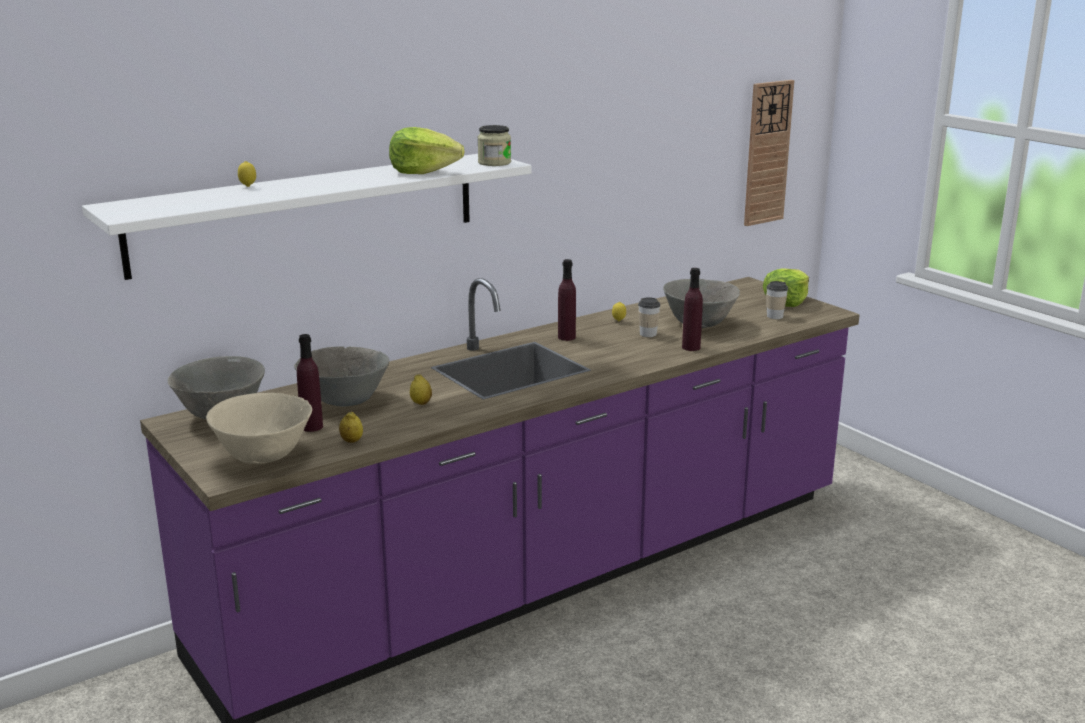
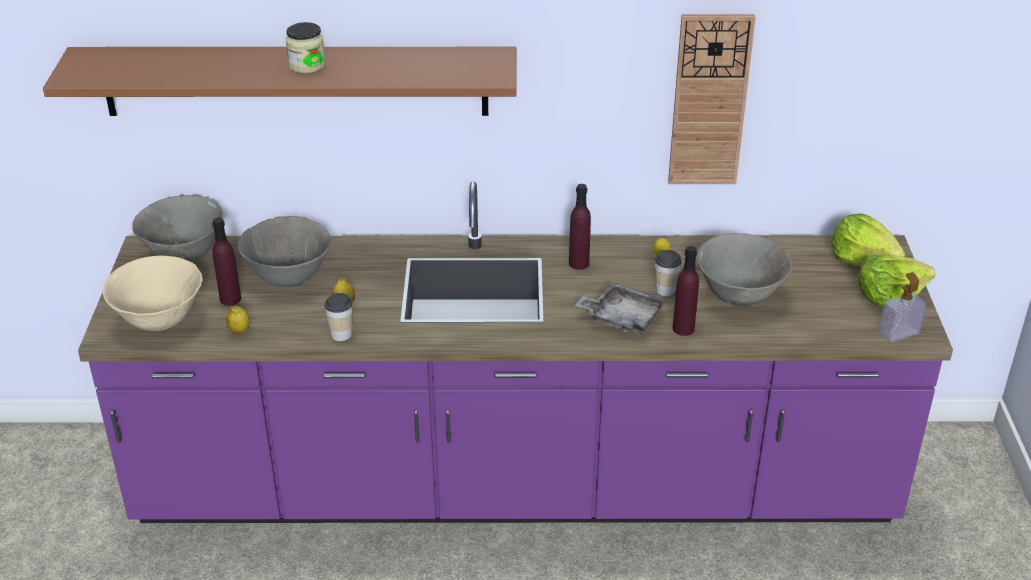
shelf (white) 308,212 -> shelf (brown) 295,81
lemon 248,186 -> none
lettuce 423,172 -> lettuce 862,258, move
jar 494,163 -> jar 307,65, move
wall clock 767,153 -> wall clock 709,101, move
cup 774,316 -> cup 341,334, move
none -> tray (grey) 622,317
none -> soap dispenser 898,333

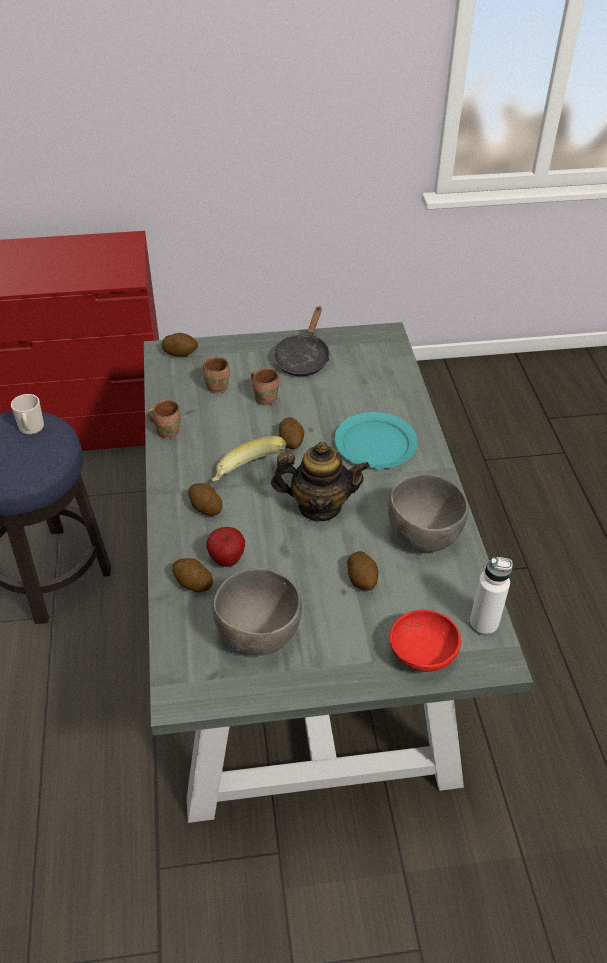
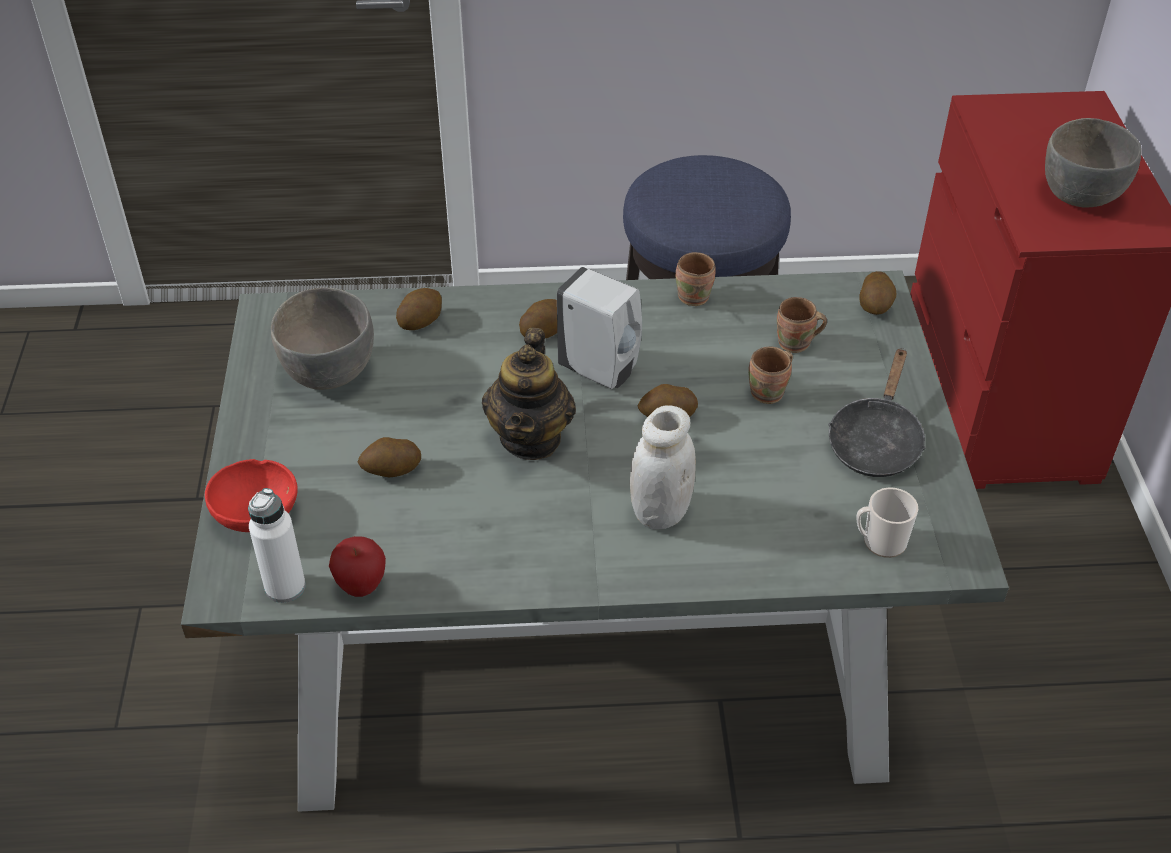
mug 31,428 -> mug 879,542, move
apple 227,560 -> apple 361,586, move
banana 248,475 -> soap dispenser (white) 601,371
frying pan (black) 303,358 -> frying pan (black) 876,441, 90 degrees counterclockwise
plate (turquoise) 376,443 -> jar (white) 660,512
bowl (grey) 423,536 -> bowl (grey) 1081,195, move

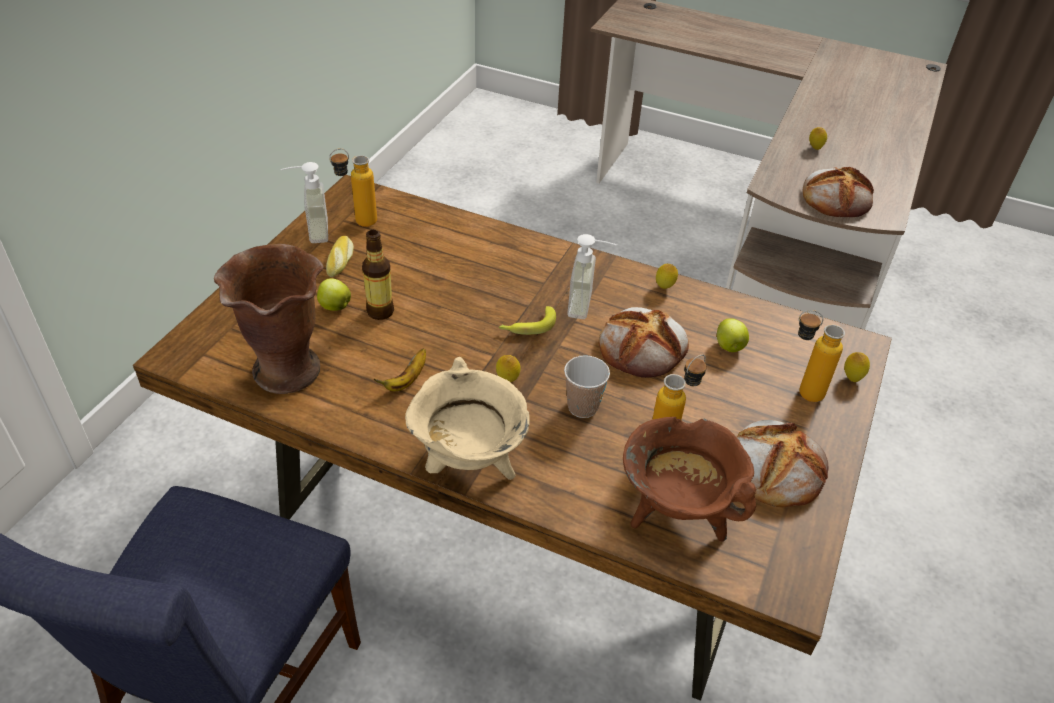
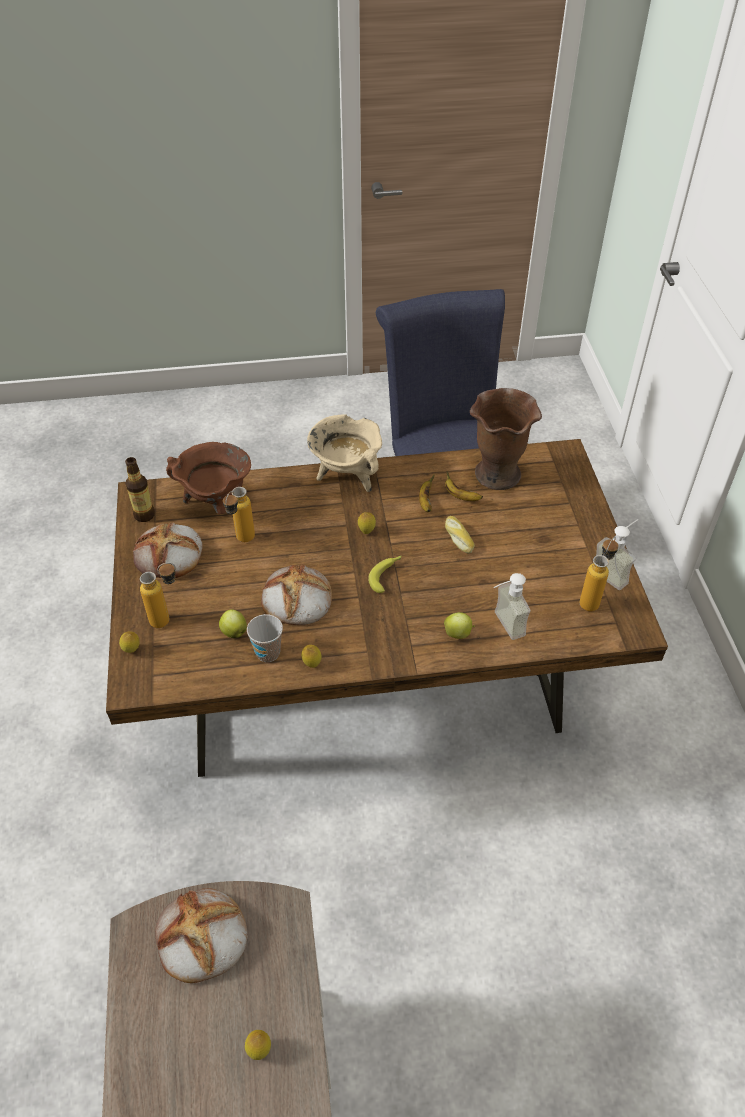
apple 334,306 -> apple 458,633, move
bread 341,261 -> bread 457,538, move
bottle 380,311 -> bottle 144,515, move
cup 582,407 -> cup 268,653, move
soap dispenser 589,305 -> soap dispenser 502,626, move
none -> banana 460,496

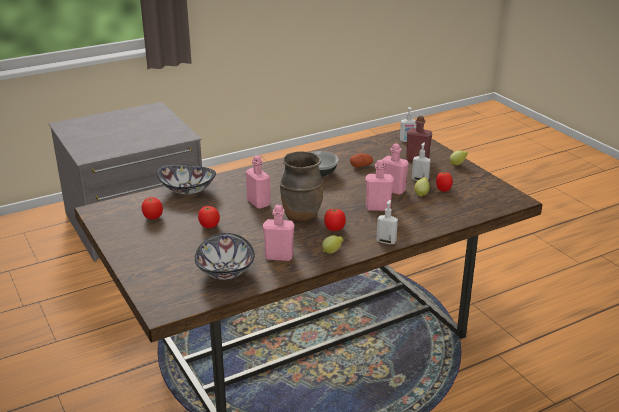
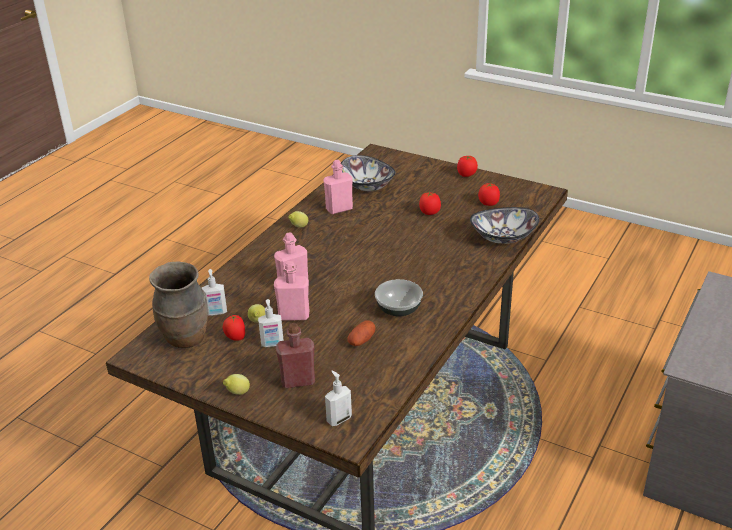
bottle (pink) 258,203 -> none
vase (brown) 301,216 -> vase (brown) 186,339, move
tomato 334,228 -> tomato 466,174, move
soap dispenser 386,241 -> soap dispenser 216,313, move

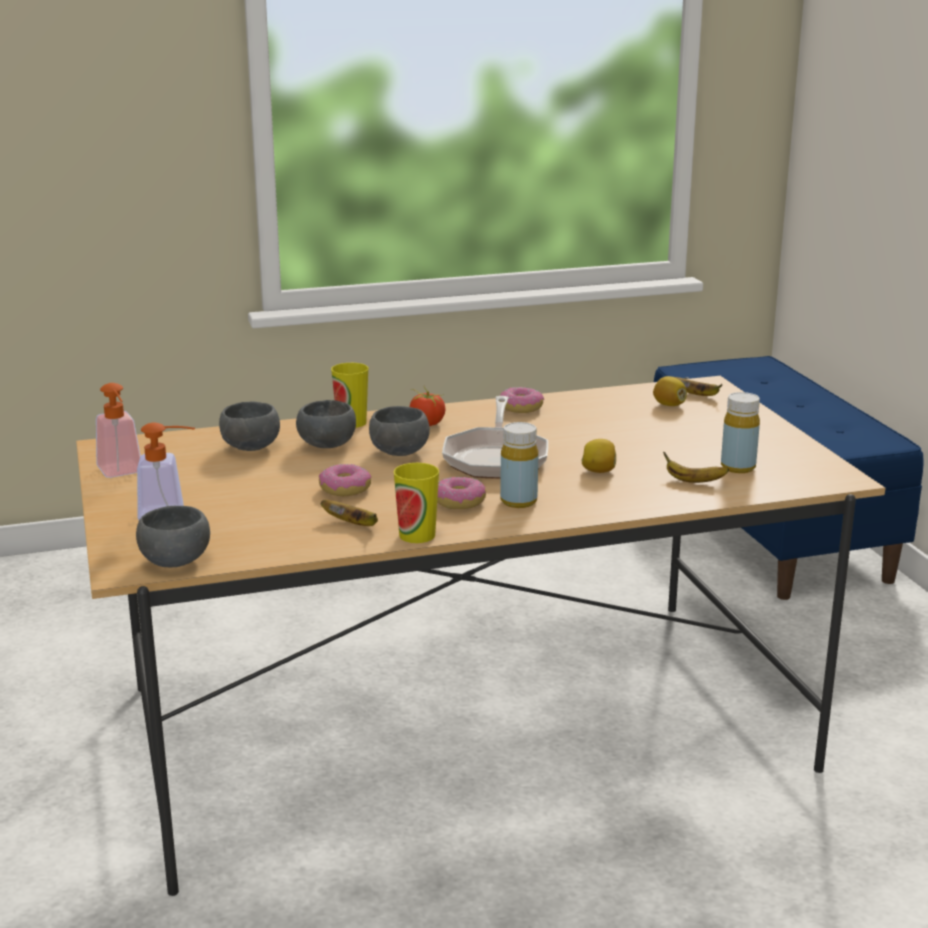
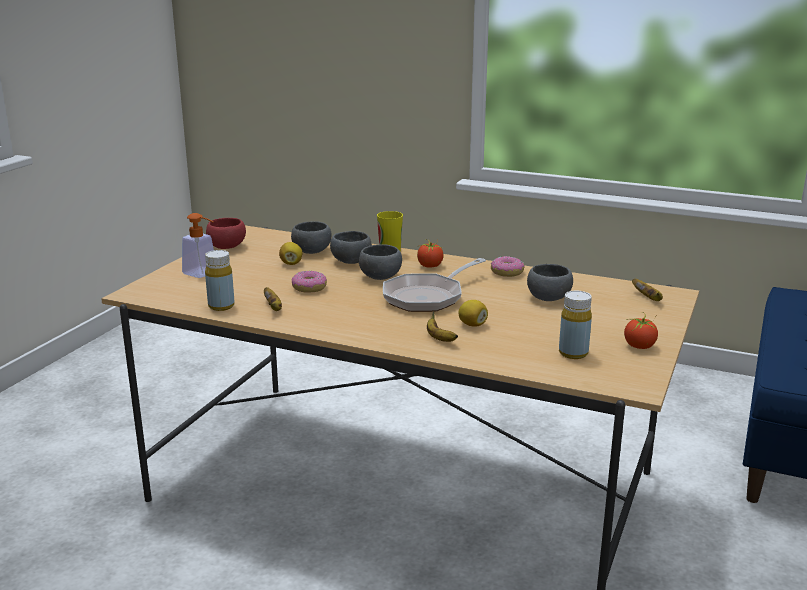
soap dispenser 122,473 -> bowl (red) 228,246
bowl (grey) 176,560 -> bowl (grey) 549,298, move
cup 417,535 -> none
donut 459,502 -> none
bottle (yellow) 518,501 -> bottle (yellow) 221,306, move
lemon 669,405 -> lemon 291,263, move
banana 693,481 -> banana 439,338, move
none -> tomato 639,346

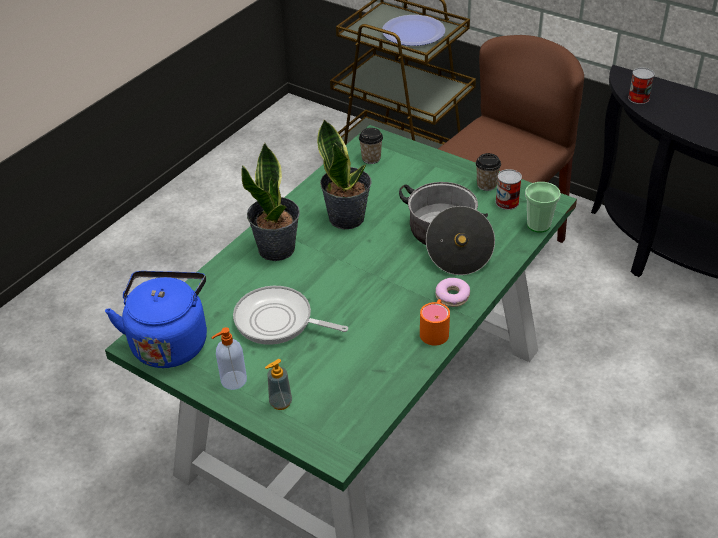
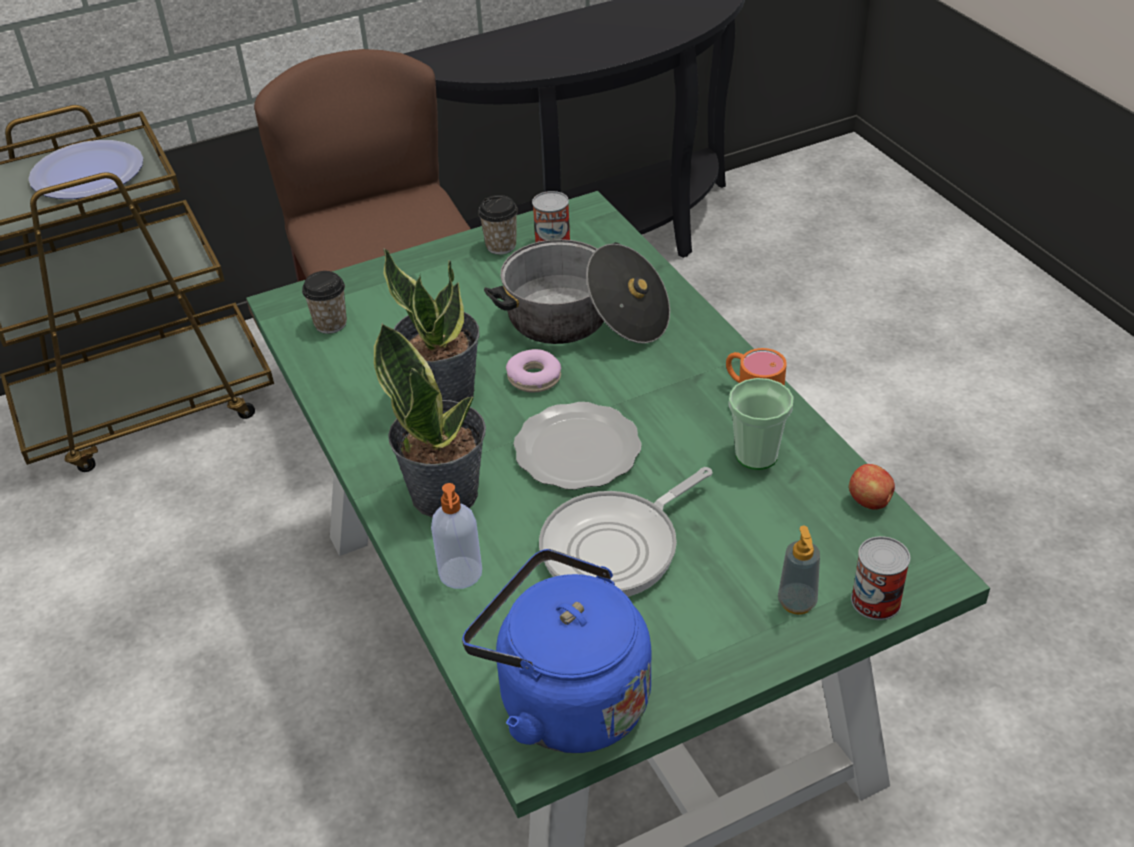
soap dispenser 233,381 -> soap dispenser 460,574, move
donut 452,296 -> donut 534,378, move
cup 538,225 -> cup 756,455, move
can 638,98 -> can 876,601, move
none -> plate 576,451
none -> apple 870,502

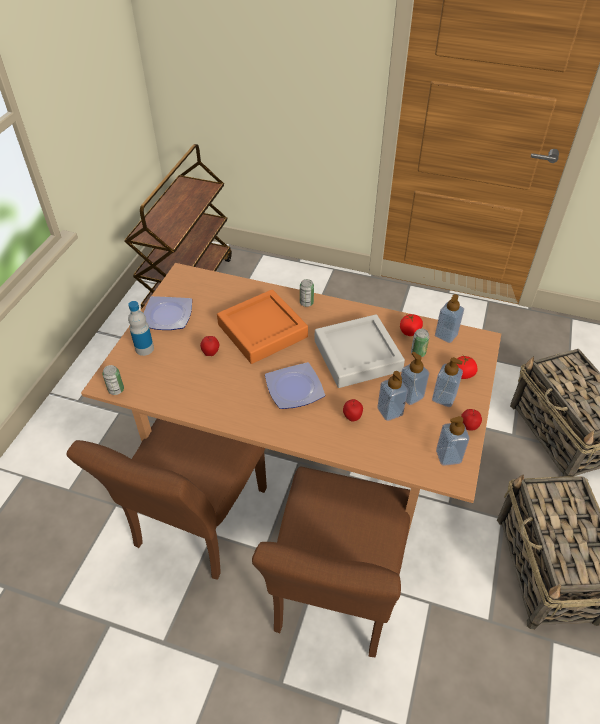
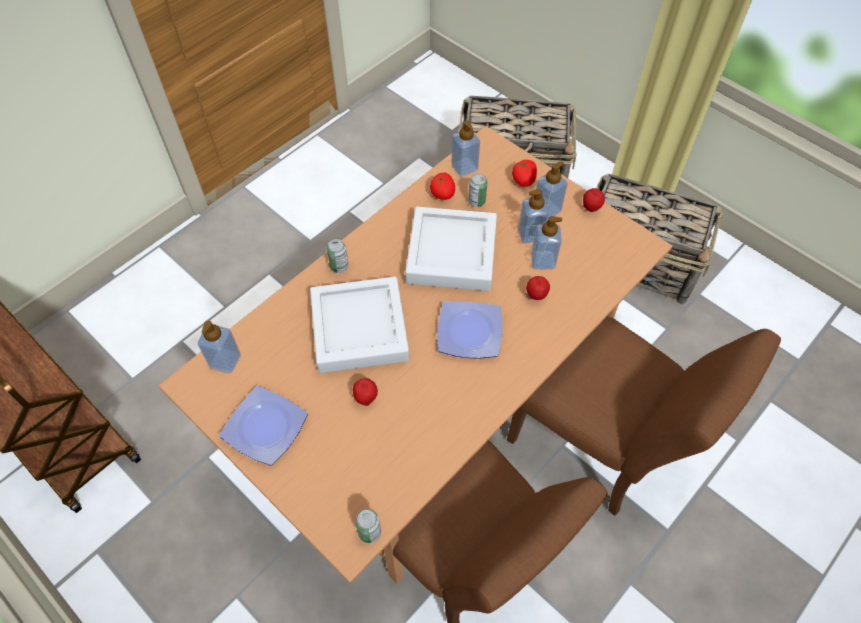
bottle 144,349 -> none
tray (orange) 262,331 -> tray (grey) 359,329
soap dispenser 448,456 -> soap dispenser 225,361, move

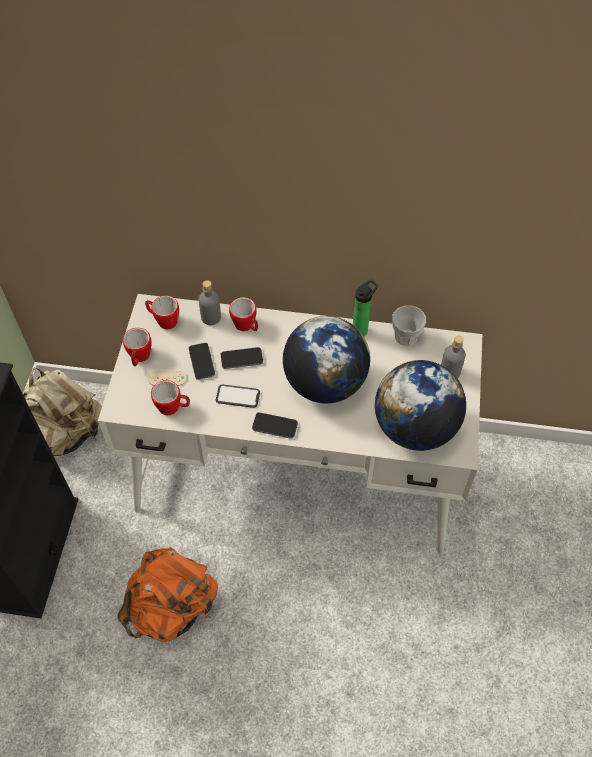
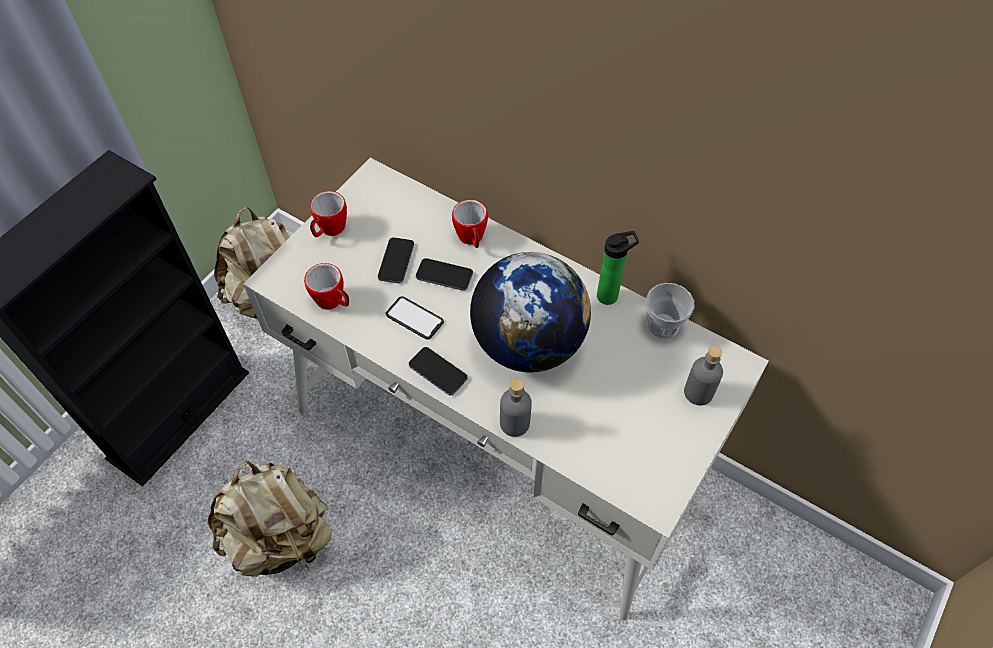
backpack (orange) 171,607 -> backpack (beige) 280,538
mug 164,320 -> none
game controller (beige) 167,378 -> none
bottle (grey) 211,317 -> bottle (grey) 514,423, move
globe 414,428 -> none

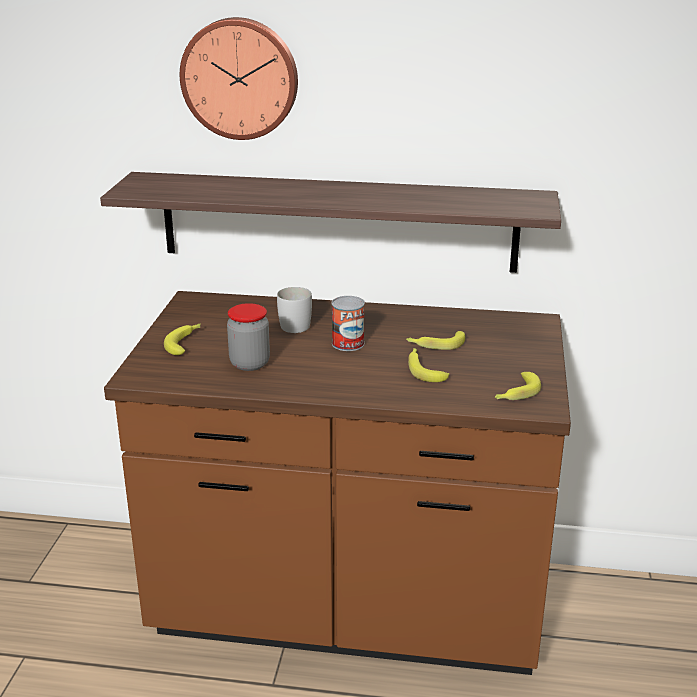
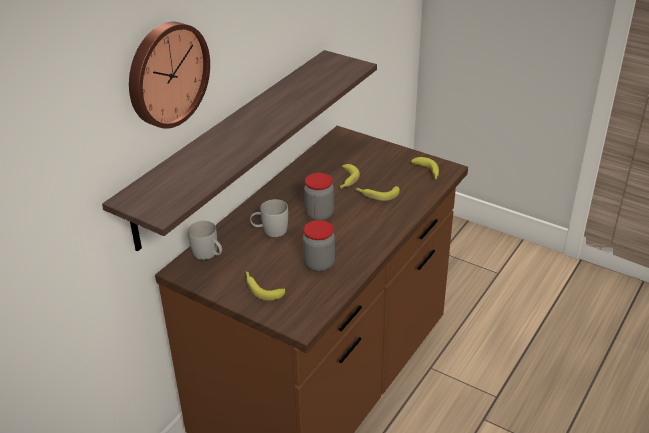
can 348,343 -> jar 319,214
none -> mug (white) 208,254

